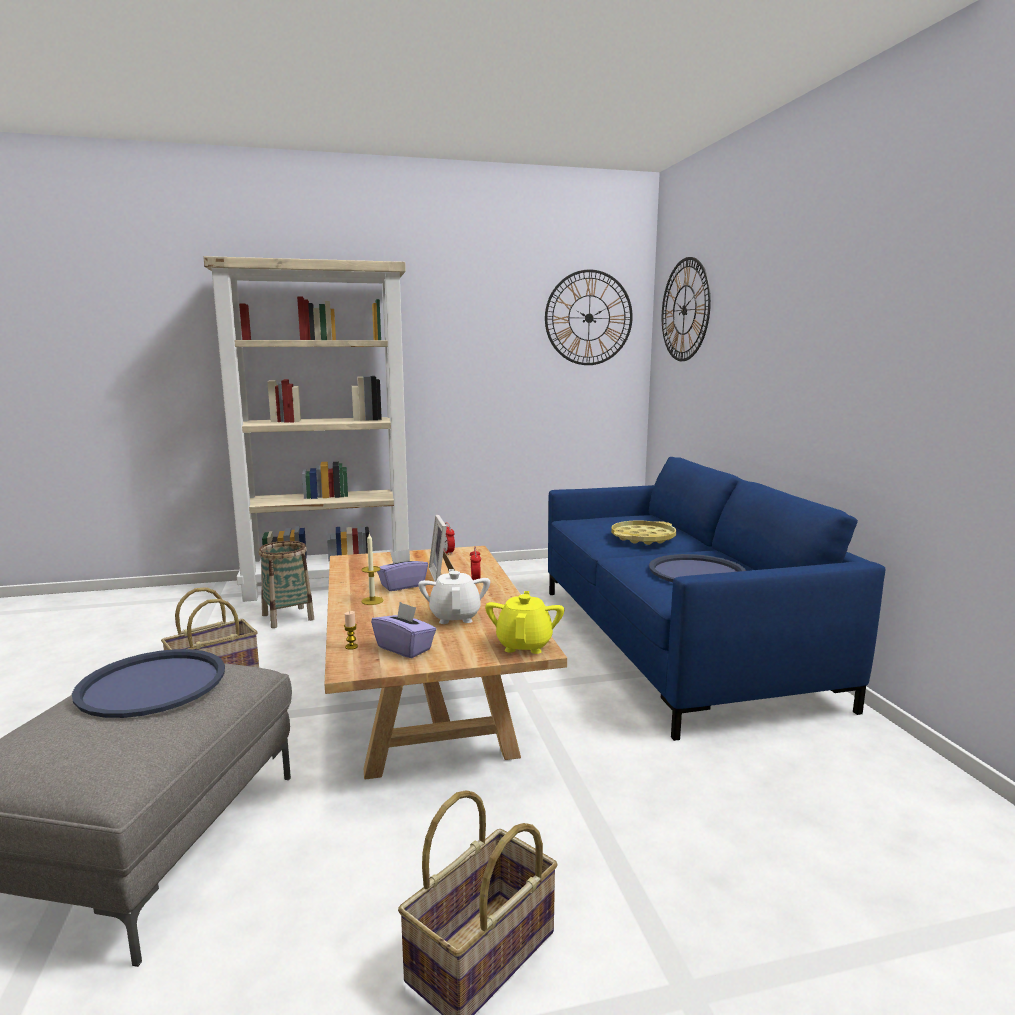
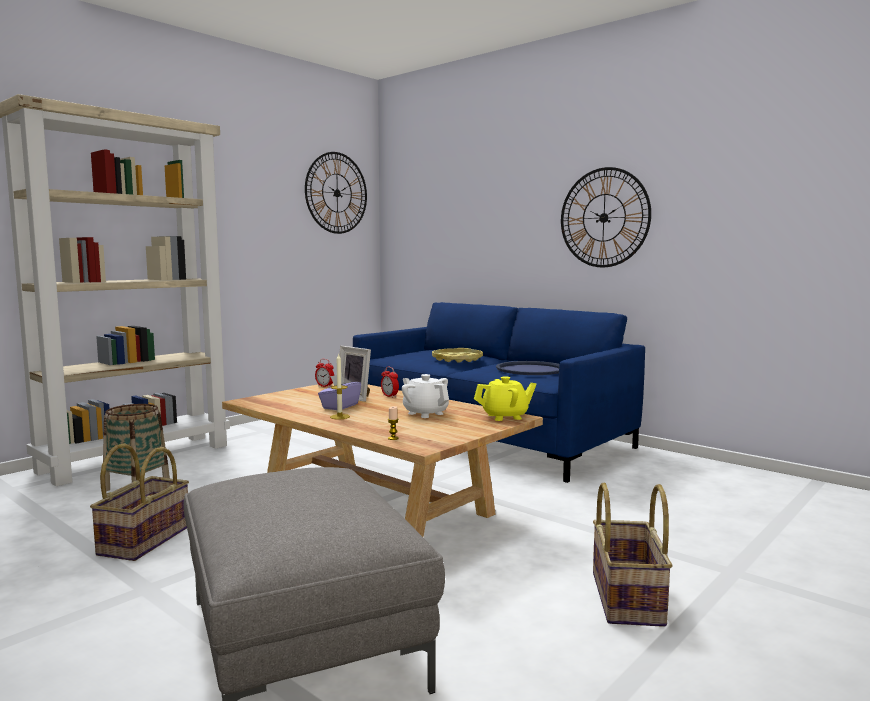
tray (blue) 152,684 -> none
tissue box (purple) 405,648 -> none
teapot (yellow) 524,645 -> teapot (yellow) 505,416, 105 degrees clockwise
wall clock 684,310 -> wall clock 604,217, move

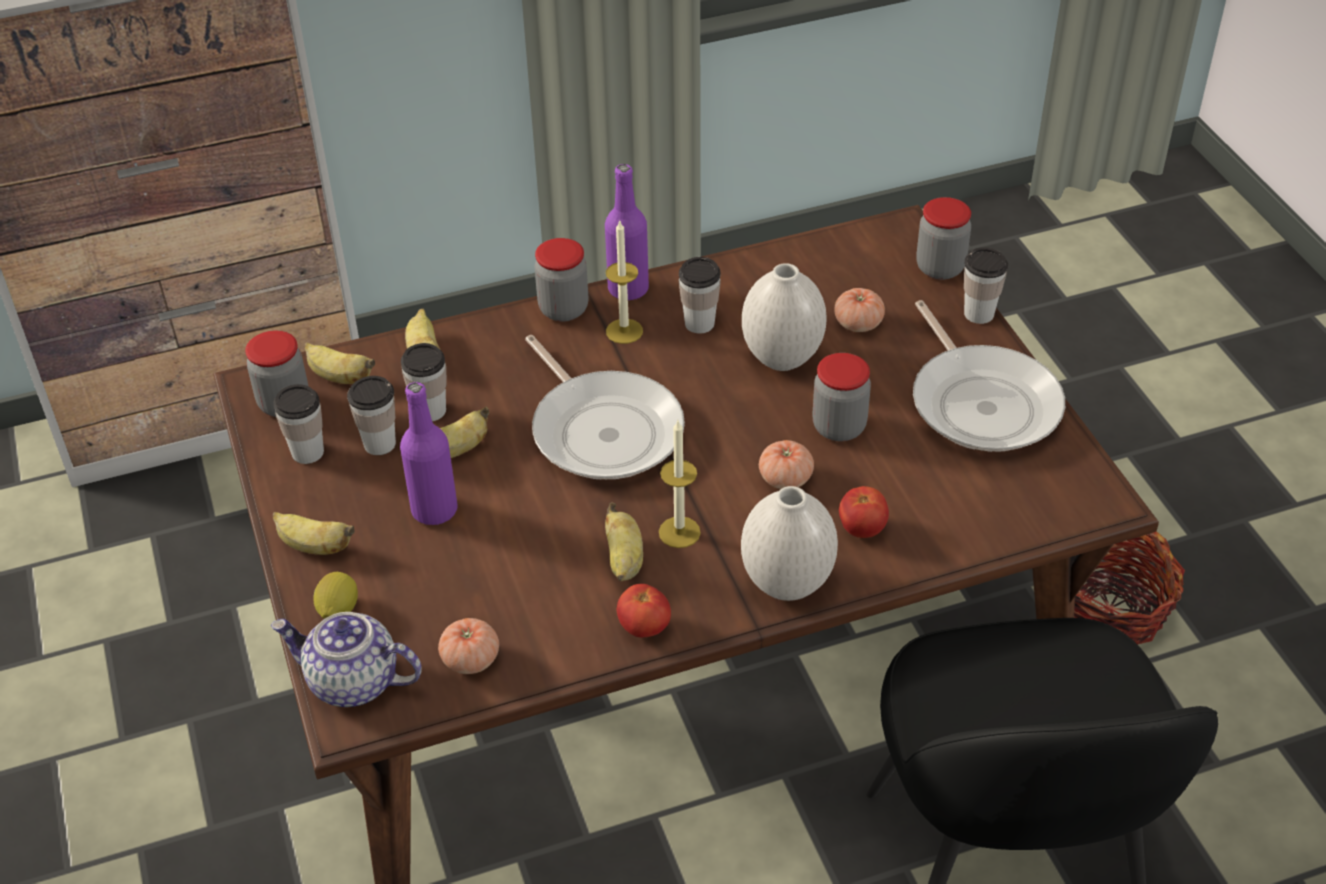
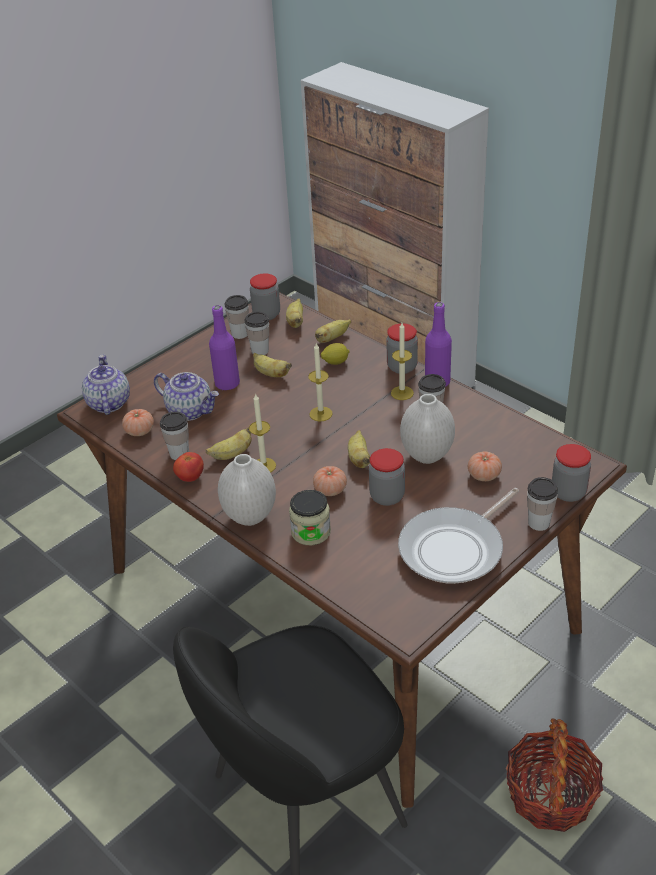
banana 314,546 -> banana 359,459, move
lemon 338,610 -> lemon 335,362, move
cup 430,410 -> cup 179,454, move
frying pan 603,429 -> candle 321,414
tomato 862,528 -> jar 311,532
none -> teapot 190,410

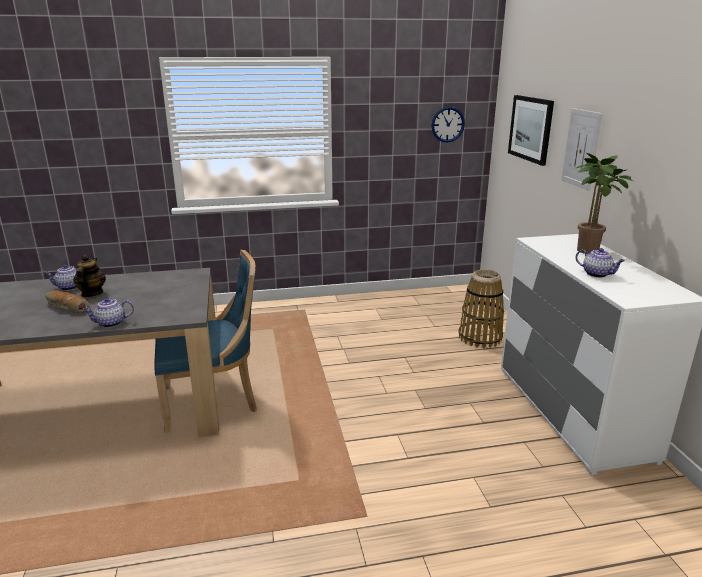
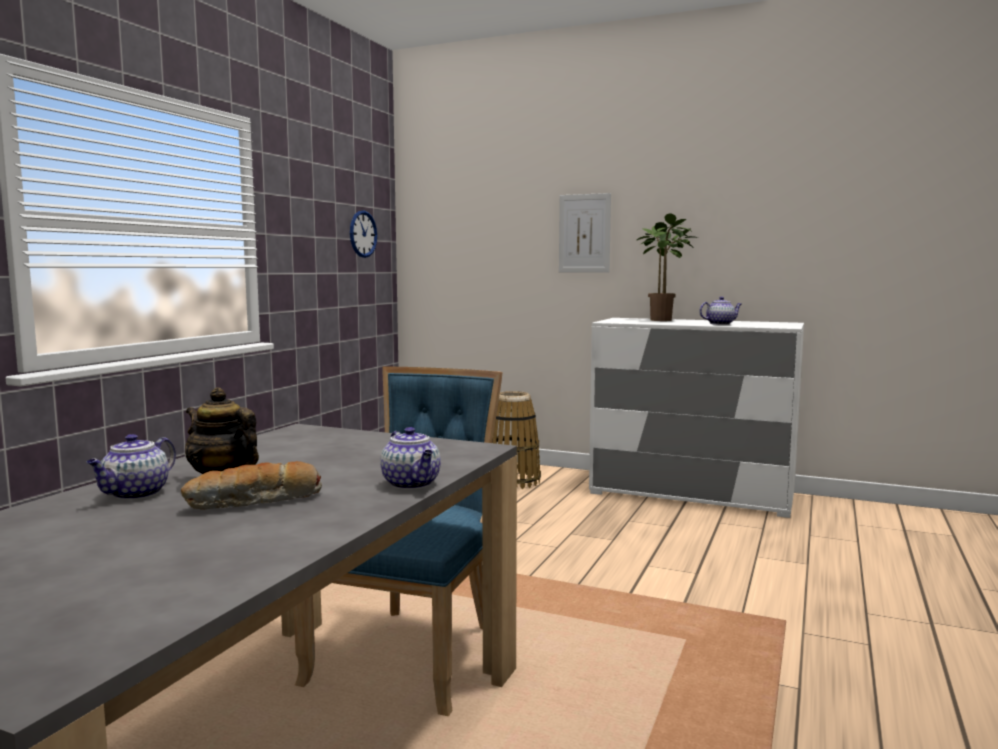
teapot 110,323 -> teapot 412,484, 45 degrees counterclockwise
picture 531,129 -> none

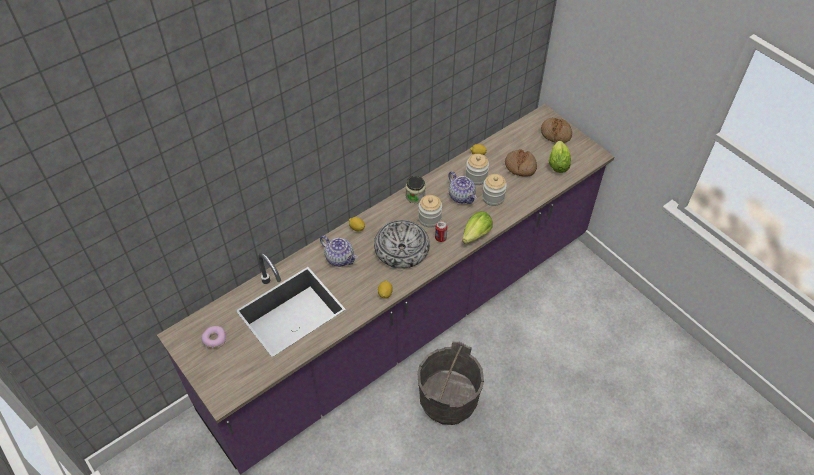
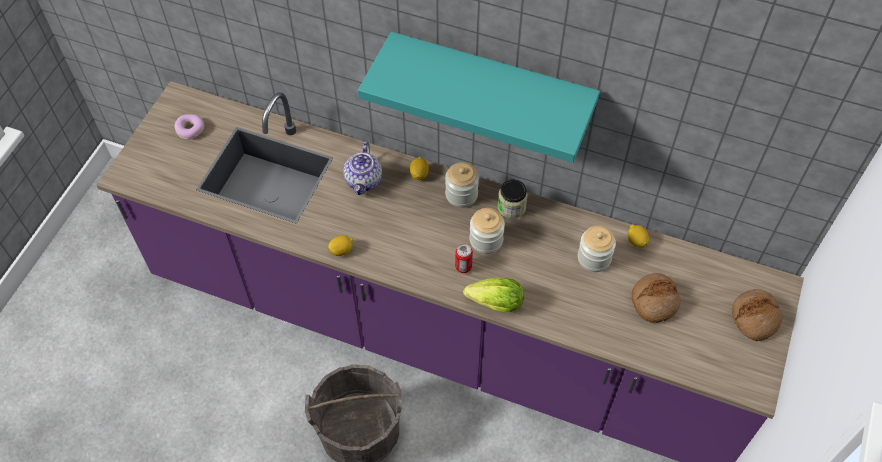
bowl 401,249 -> none
teapot 462,196 -> none
jar 493,198 -> jar 461,195, move
lettuce 558,163 -> none
none -> shelf (turquoise) 491,83

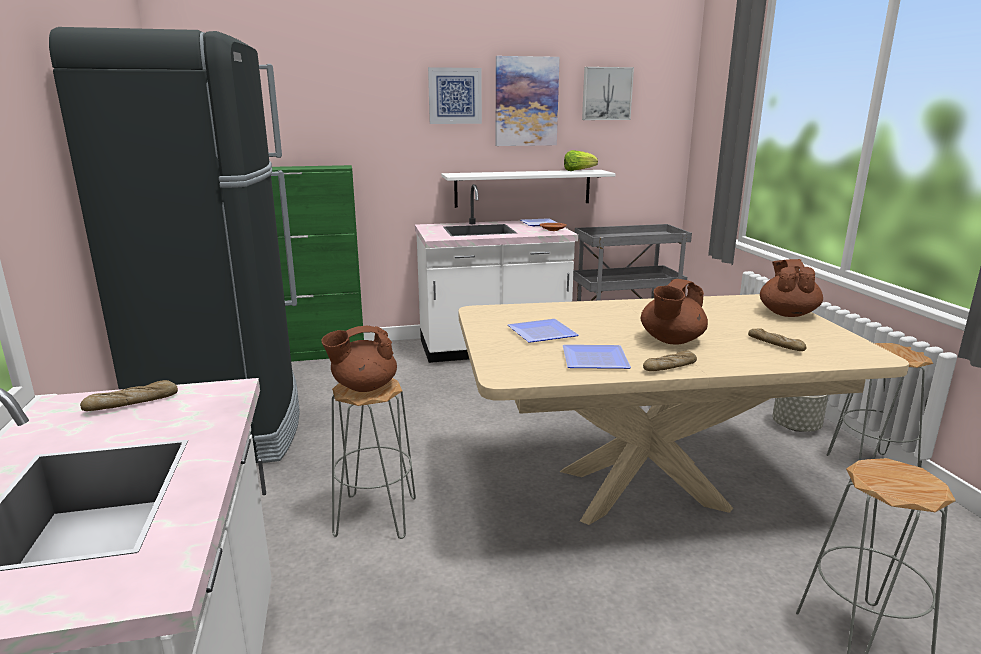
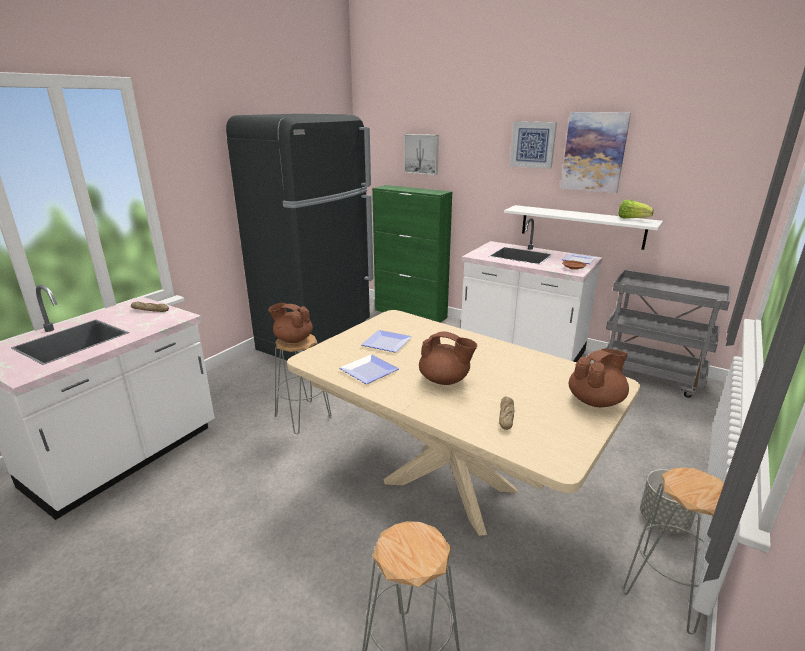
picture 606,93 -> picture 422,154, move
teapot (brown) 671,340 -> teapot (brown) 445,380, 150 degrees counterclockwise
bread 669,367 -> none

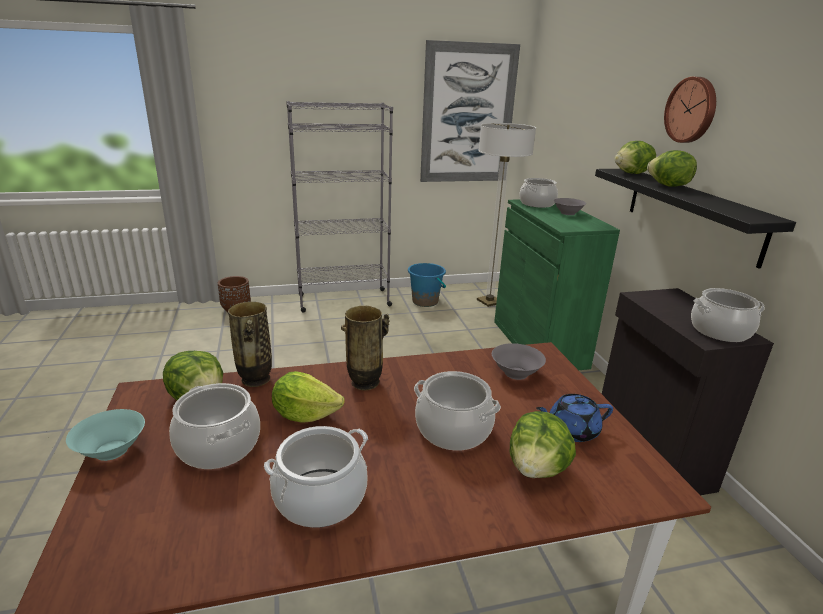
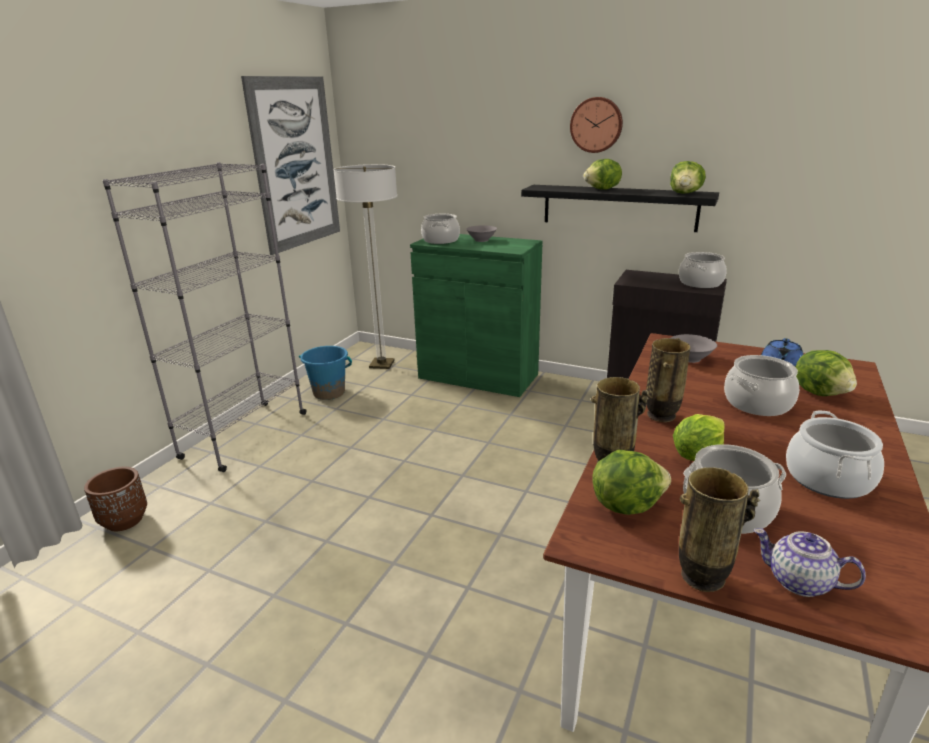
bowl (turquoise) 111,451 -> vase 702,578
lettuce 632,173 -> lettuce 685,193, move
none -> teapot 798,582

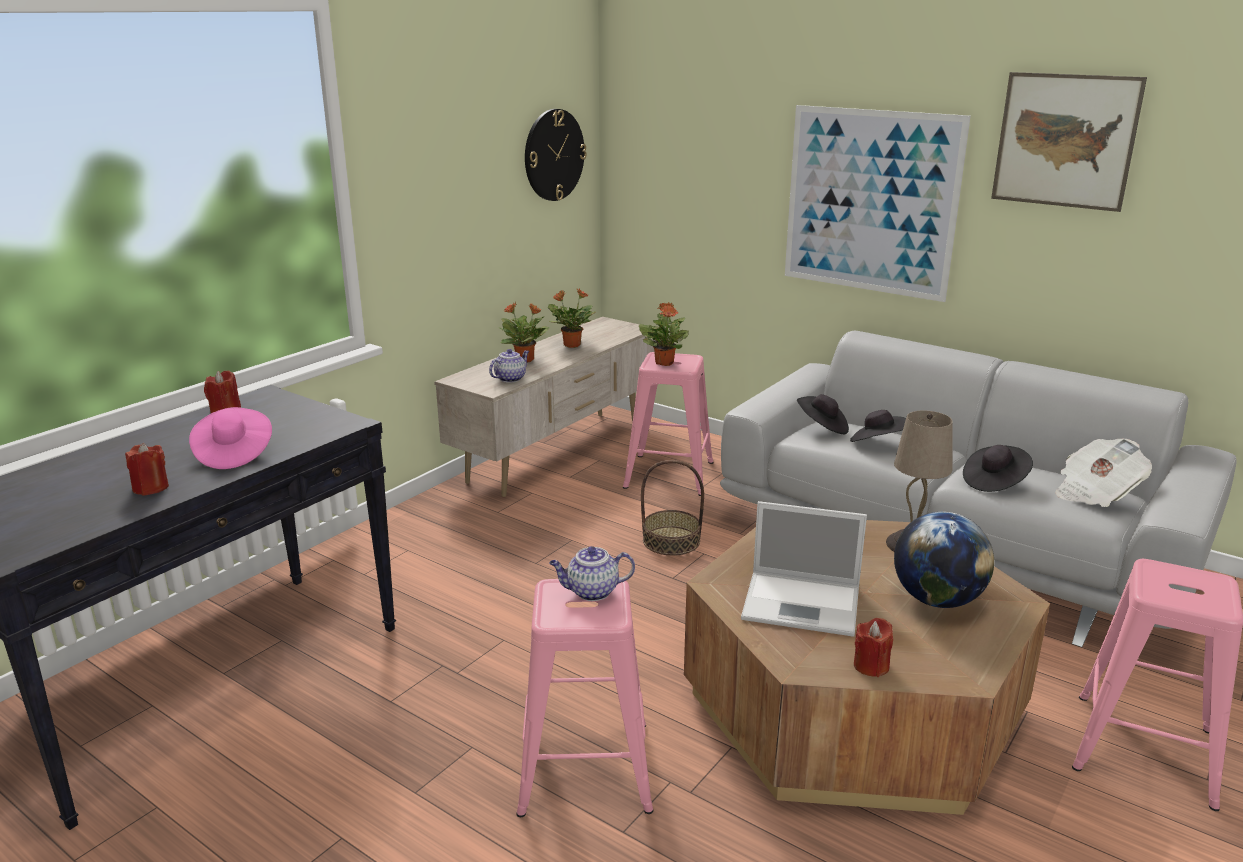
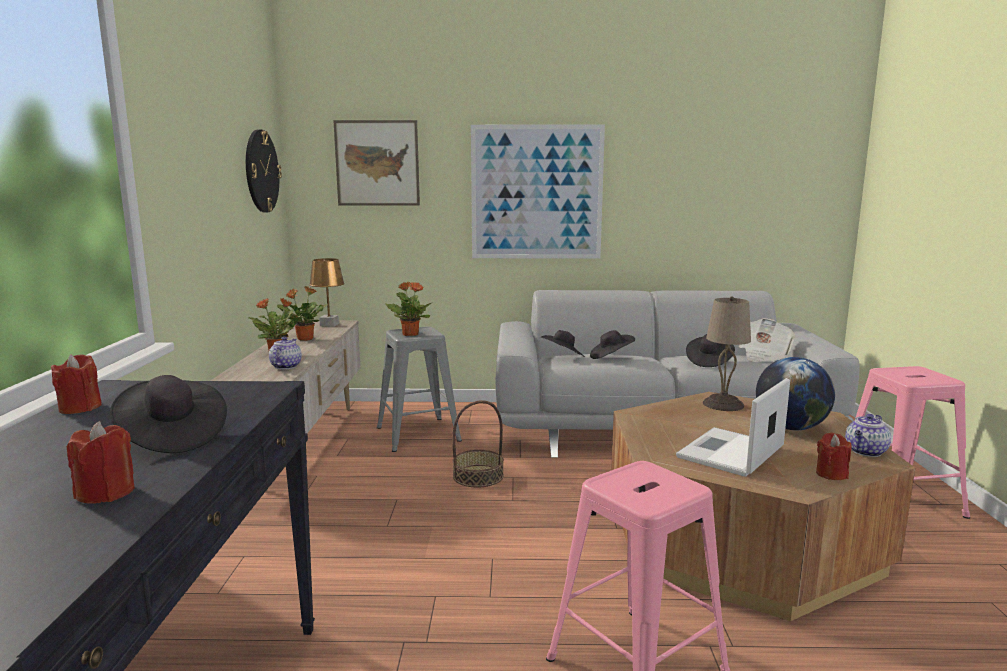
hat (pink) 233,454 -> hat (black) 172,437
teapot 591,592 -> teapot 866,452, move
stool (pink) 670,474 -> stool (grey) 418,433
laptop 804,604 -> laptop 730,453, 150 degrees clockwise
picture 1065,141 -> picture 377,163, move
none -> table lamp (brown) 329,325

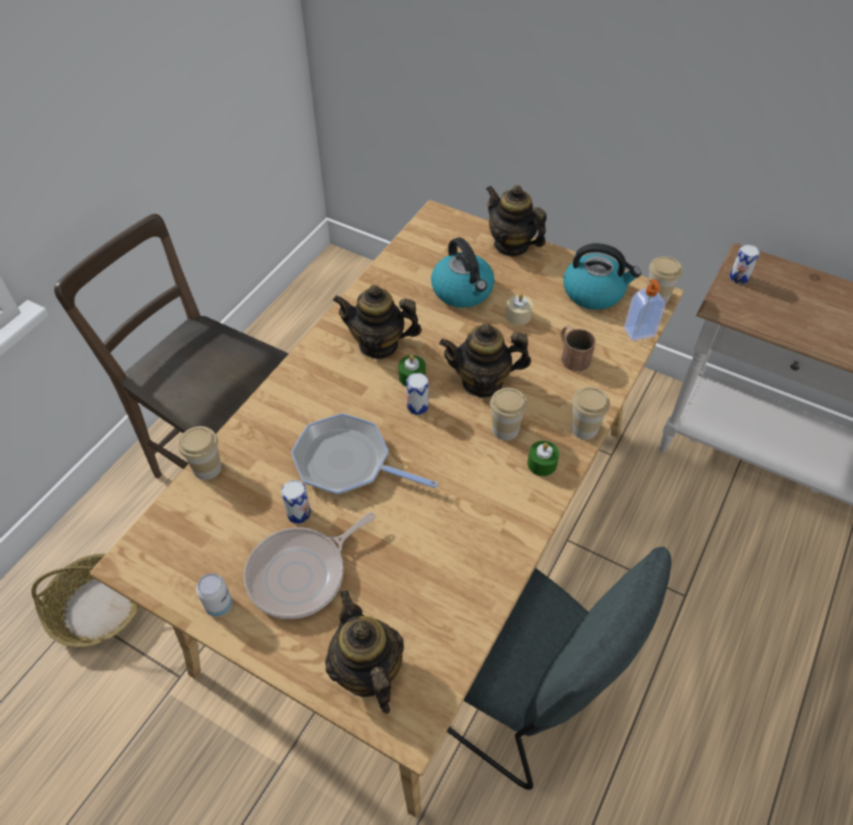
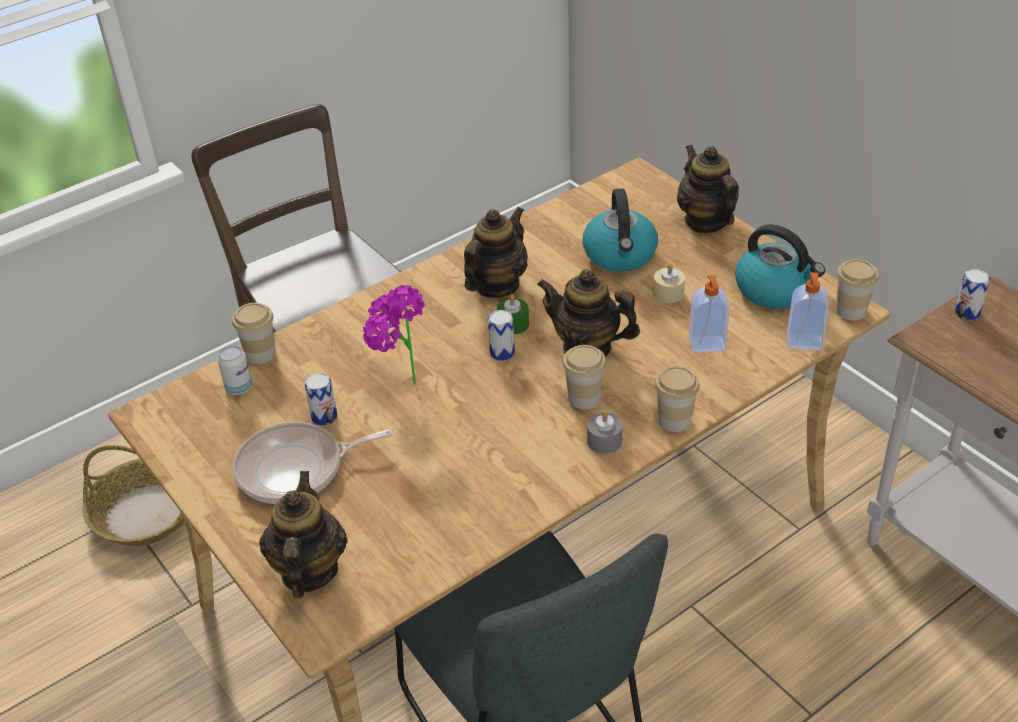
can 219,605 -> can 239,388, move
frying pan 347,462 -> potted plant 399,385
teapot 378,345 -> teapot 496,285, 90 degrees clockwise
candle (green) 542,464 -> candle (grey) 604,441
mug (brown) 572,354 -> soap dispenser 707,345

